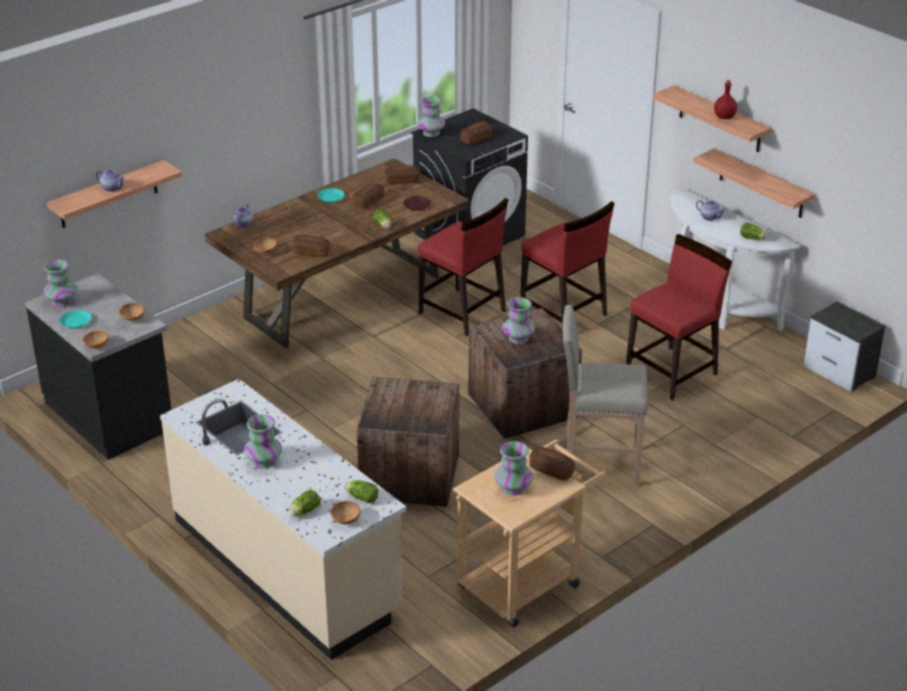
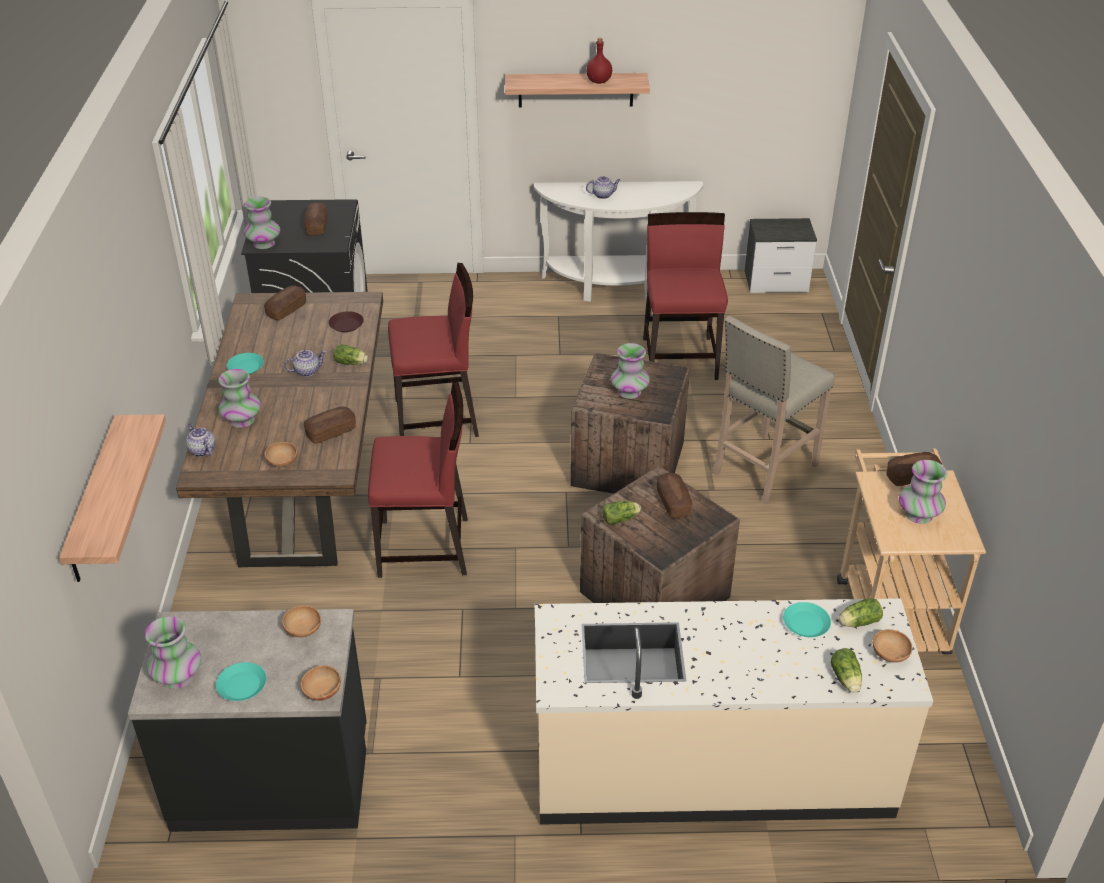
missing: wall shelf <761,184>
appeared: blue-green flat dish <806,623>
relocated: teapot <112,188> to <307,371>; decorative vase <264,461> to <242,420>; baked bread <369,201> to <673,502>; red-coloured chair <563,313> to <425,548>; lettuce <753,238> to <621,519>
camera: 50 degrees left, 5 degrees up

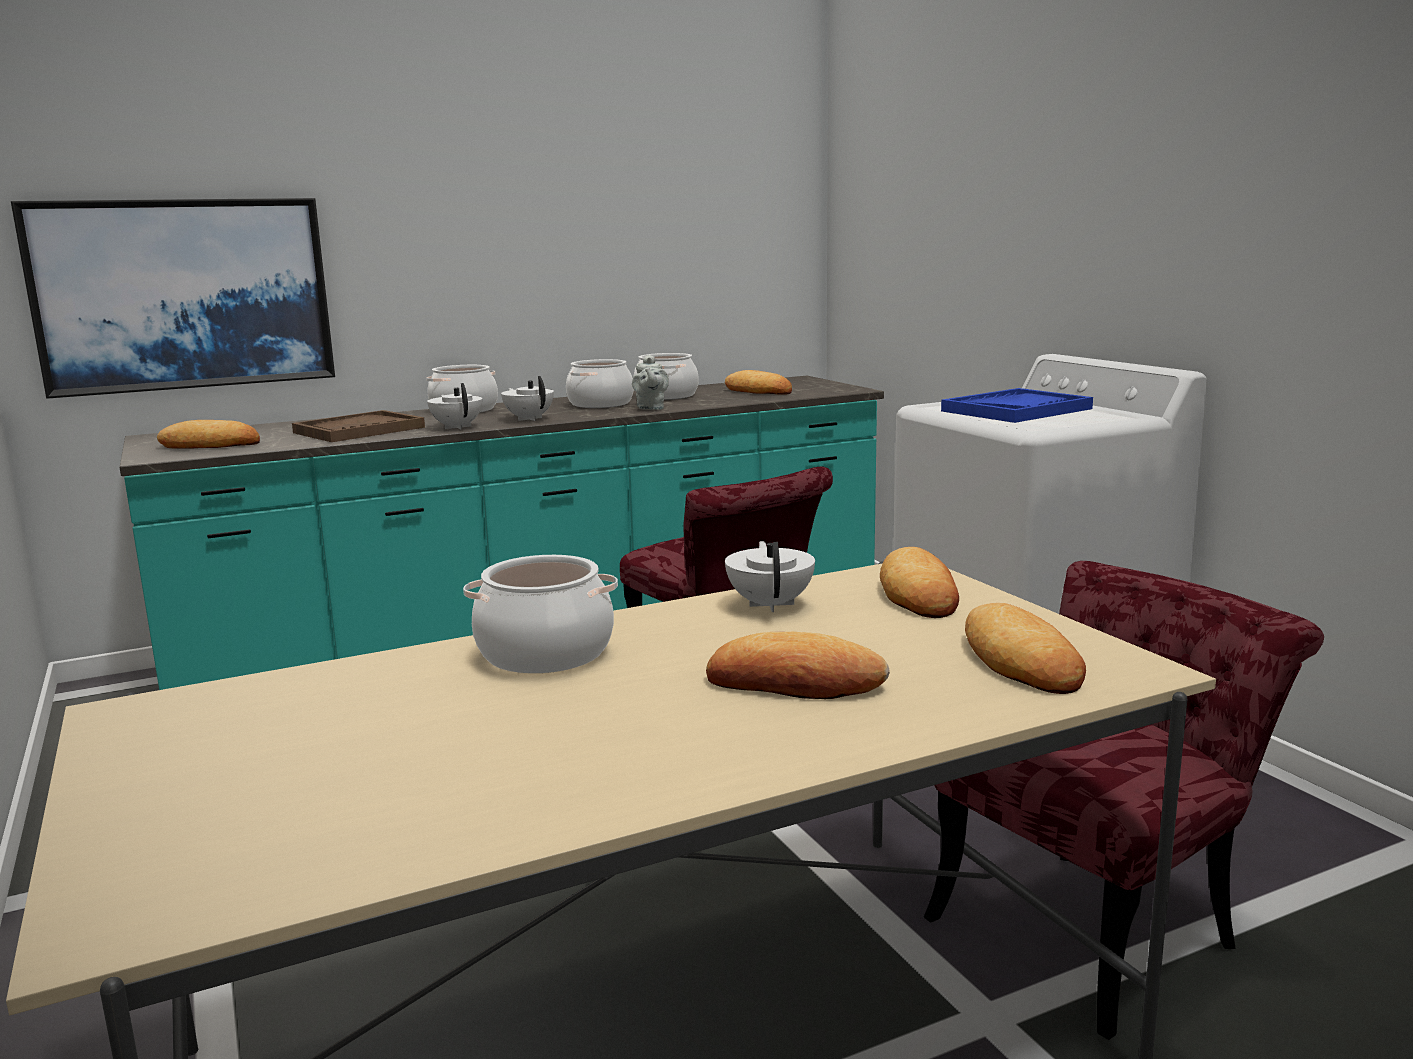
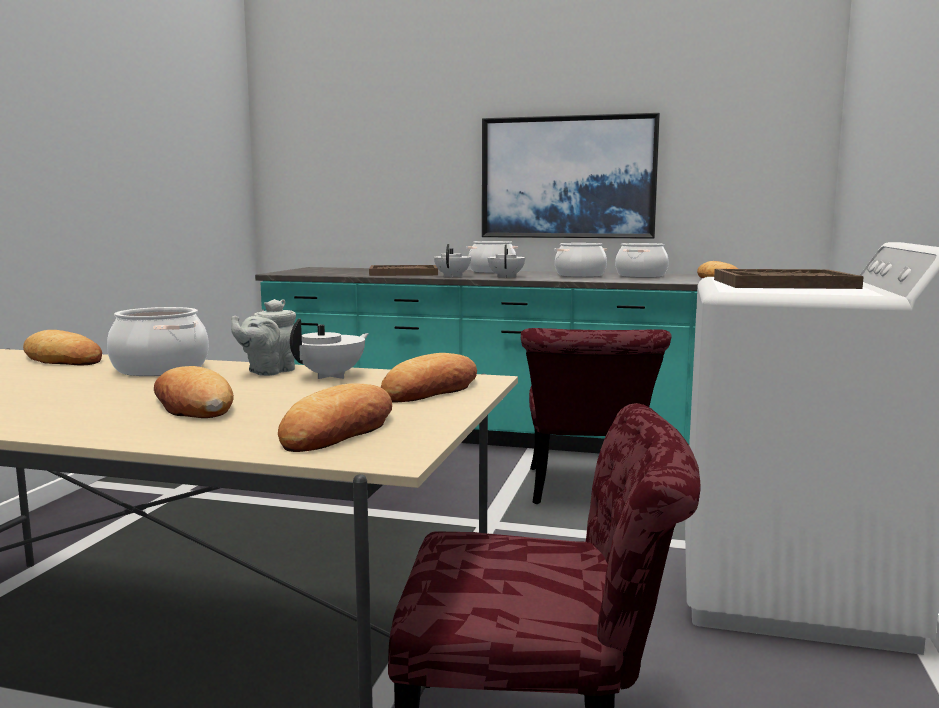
relocated: picture <184,294> to <568,177>; baked bread <210,445> to <62,359>; grey teapot <650,408> to <268,371>
colour: bluish serving tray <1016,410> to brown-coloured serving tray <783,284>
camera: 40 degrees right, 5 degrees down

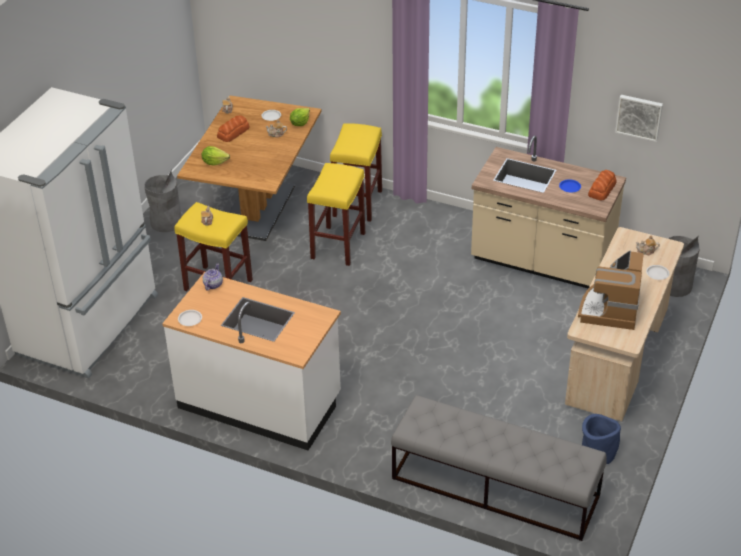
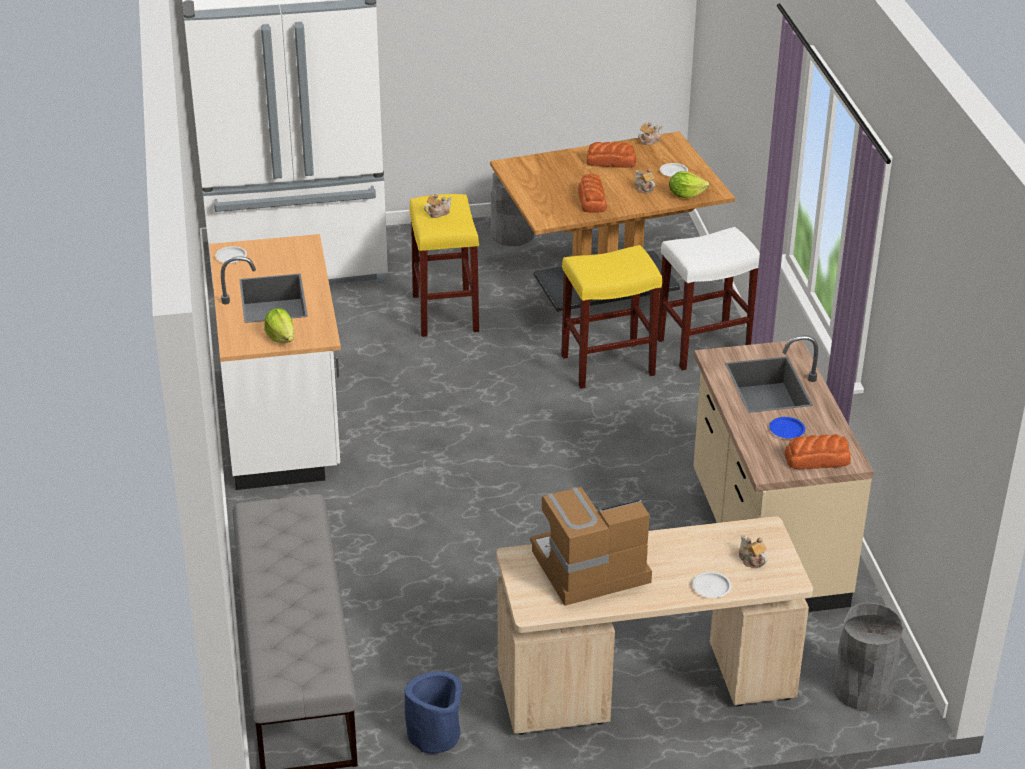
missing: teapot <213,285>; picture <639,116>
appeared: baked bread <592,200>
relocated: lettuce <214,162> to <281,337>
colour: yellowish stool seat <357,204> to white stool seat <703,347>
camera: 55 degrees right, 5 degrees down

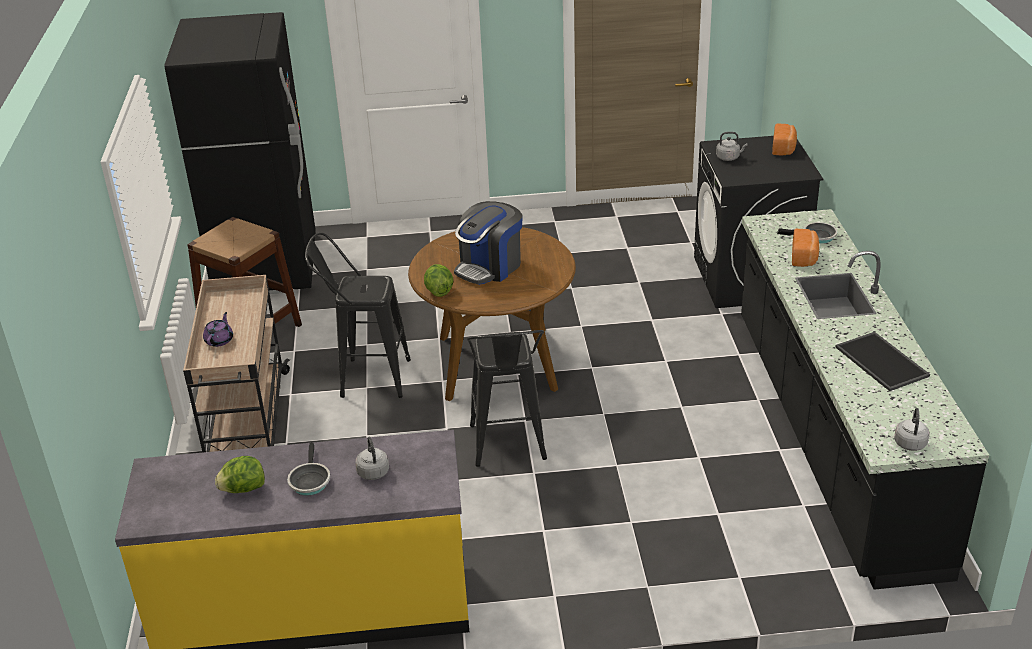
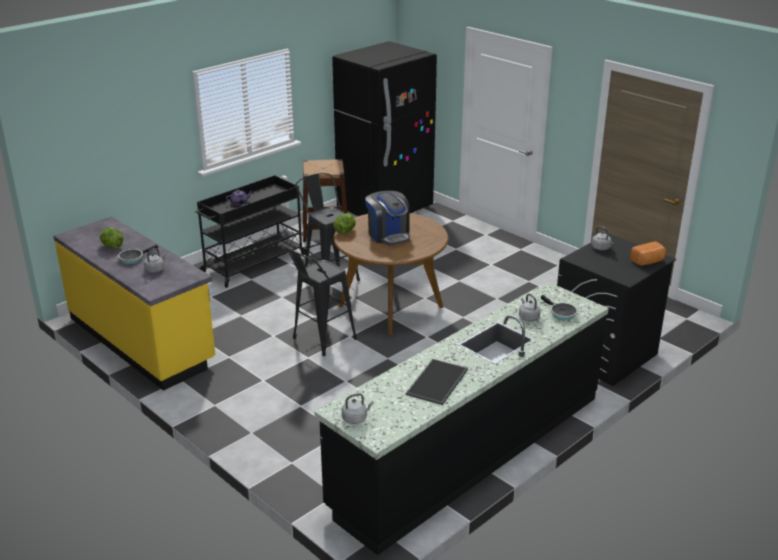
exchanged: baked bread <804,257> to grey kettle <528,317>
colour: sand-coloured trolley <247,424> to blackish trolley <253,264>
spun: coffee brewer <489,267> = <388,235> 120 degrees counterclockwise
camera: 50 degrees right, 5 degrees down

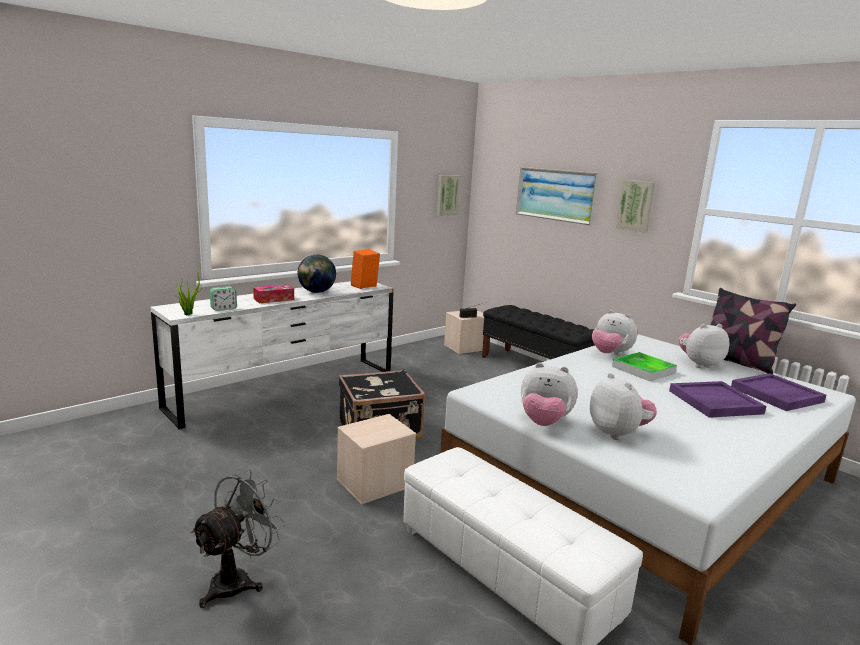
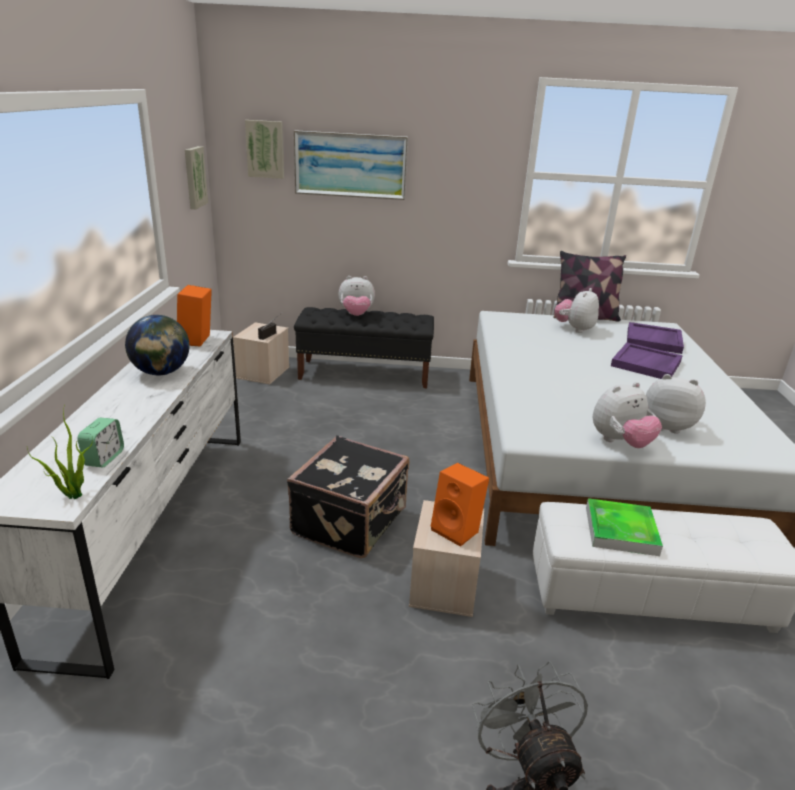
missing: tissue holder <274,299>
appeared: orange loudspeaker <458,530>
relocated: cuddly toy <610,354> to <356,315>; serving tray <643,370> to <621,531>; picture <636,205> to <265,149>
camera: 45 degrees left, 10 degrees up

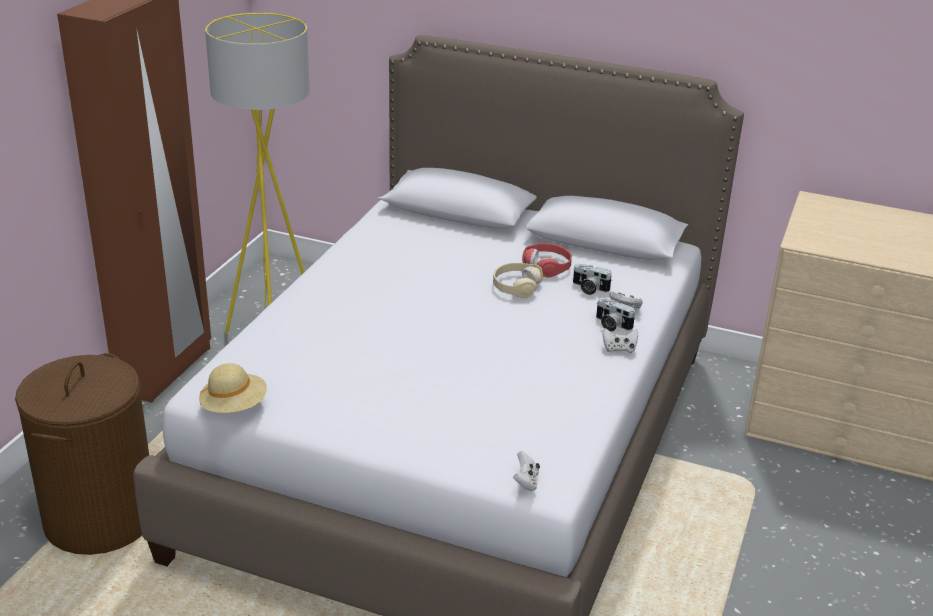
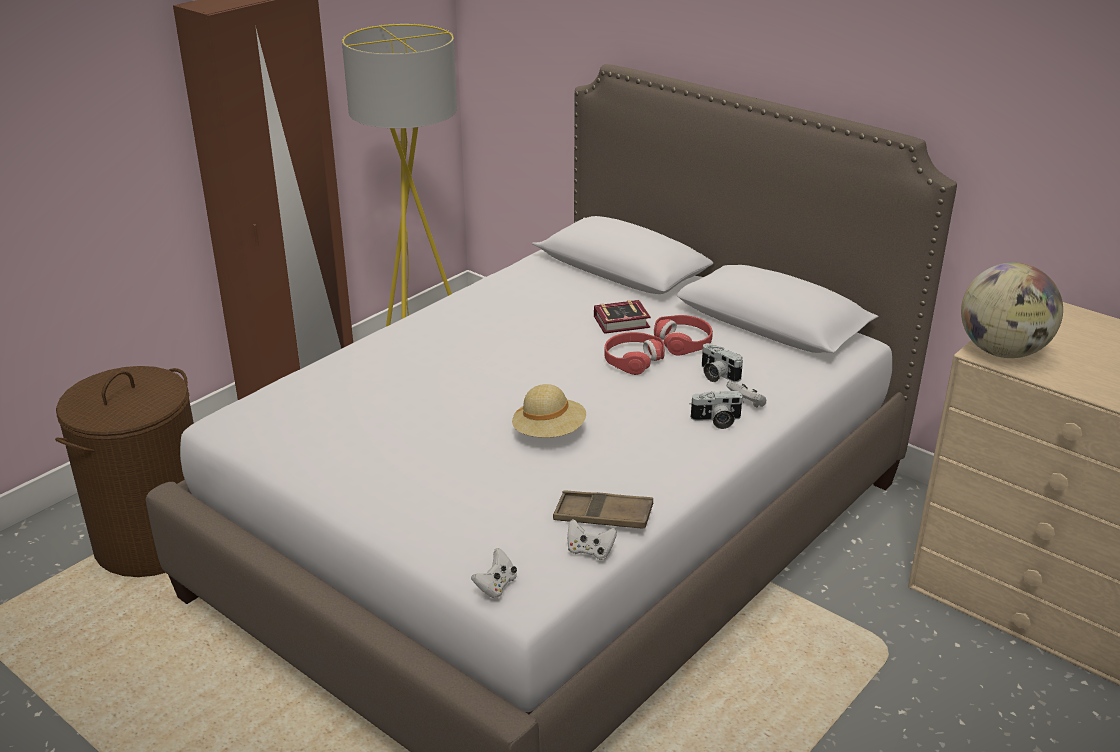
appeared: brown-coloured serving tray <603,516>; bound book <624,322>; desk globe <1002,352>
relocated: sand-coloured clothing hat <234,407> to <549,433>; white game controller <619,349> to <590,551>
colour: sand-coloured pair of headphones <516,286> to red-coloured pair of headphones <632,360>
spun: photo camera <611,325> = <716,421> 60 degrees counterclockwise
camera: 20 degrees right, 0 degrees up

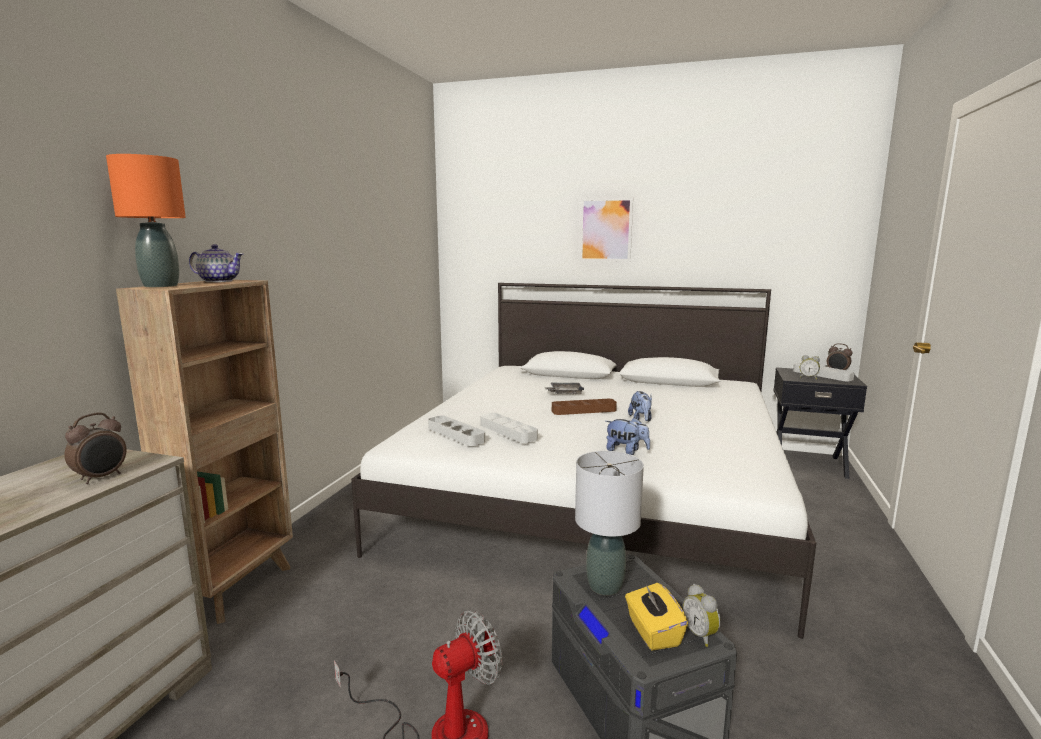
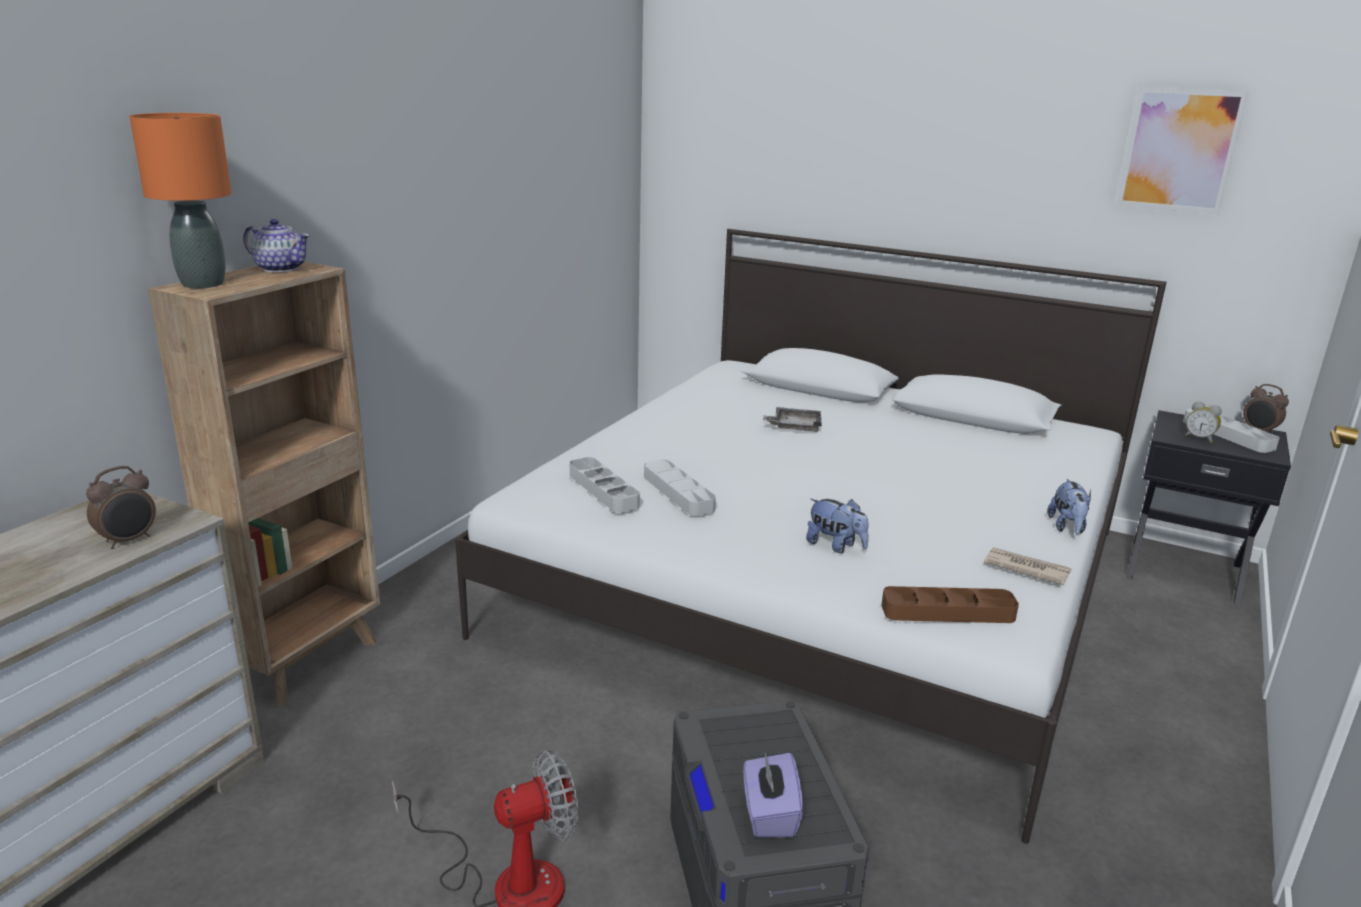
missing: grey tabletop lamp <604,586>; bedside clock <701,635>
appeared: newspaper <1025,568>
relocated: brown-coloured serving tray <584,410> to <948,612>; picture <605,230> to <1179,150>; cuddly toy <641,419> to <1067,527>
colour: yellowish tissue holder <653,632> to purplish tissue holder <769,814>
camera: 10 degrees right, 10 degrees up

